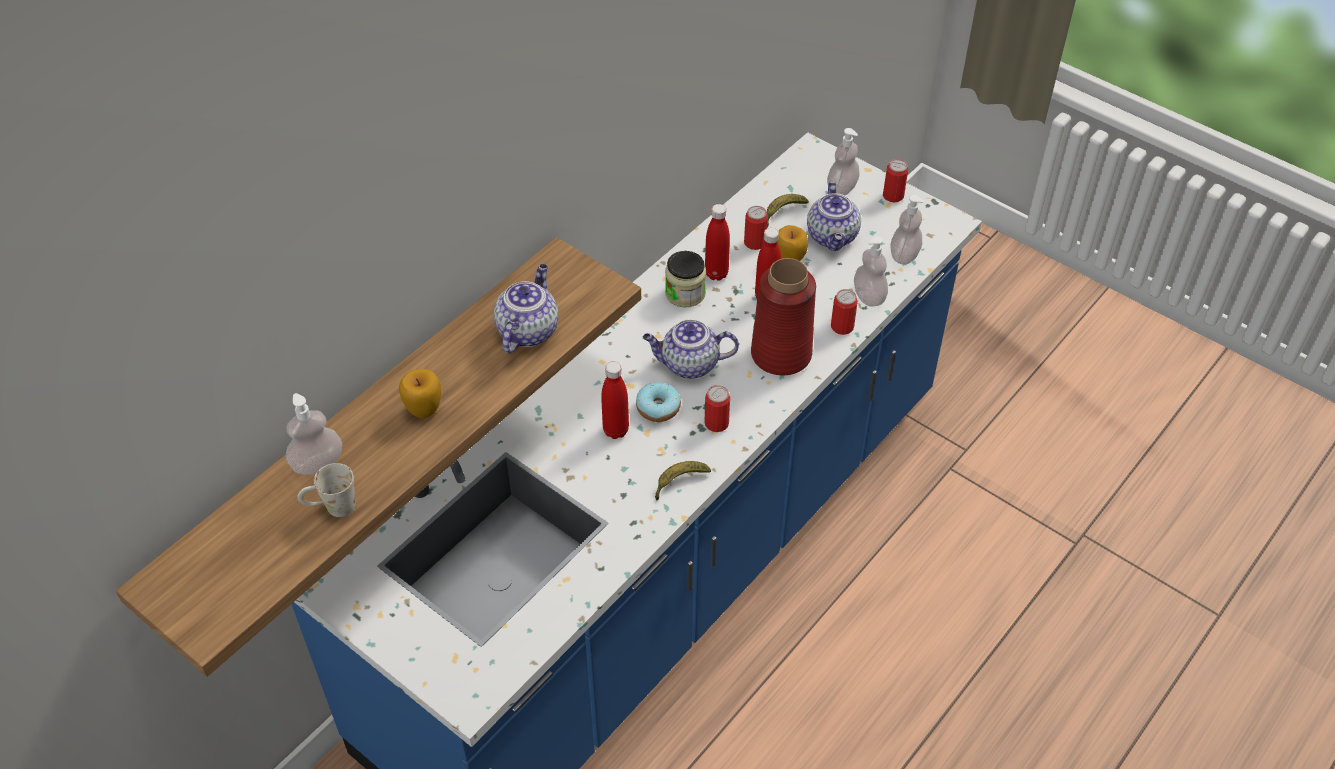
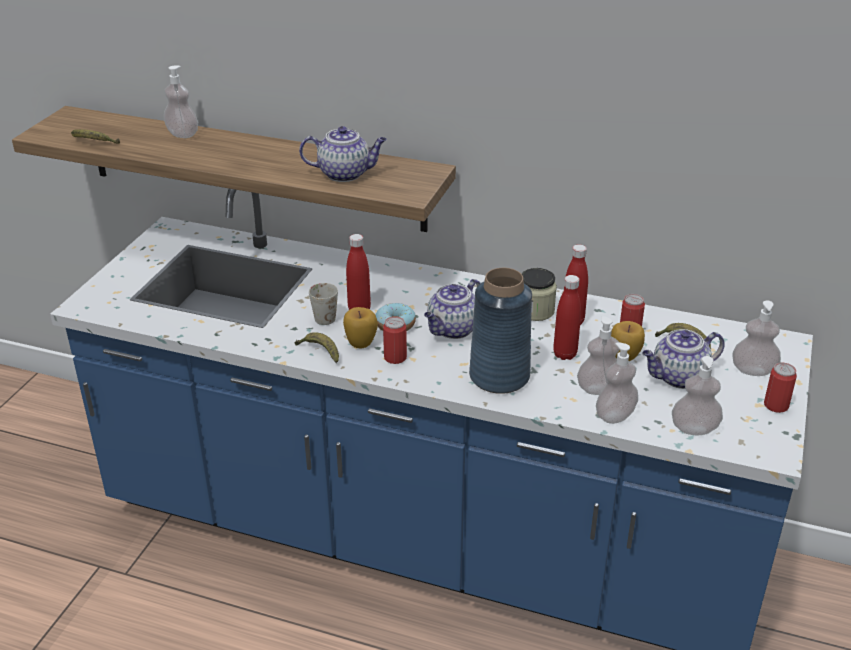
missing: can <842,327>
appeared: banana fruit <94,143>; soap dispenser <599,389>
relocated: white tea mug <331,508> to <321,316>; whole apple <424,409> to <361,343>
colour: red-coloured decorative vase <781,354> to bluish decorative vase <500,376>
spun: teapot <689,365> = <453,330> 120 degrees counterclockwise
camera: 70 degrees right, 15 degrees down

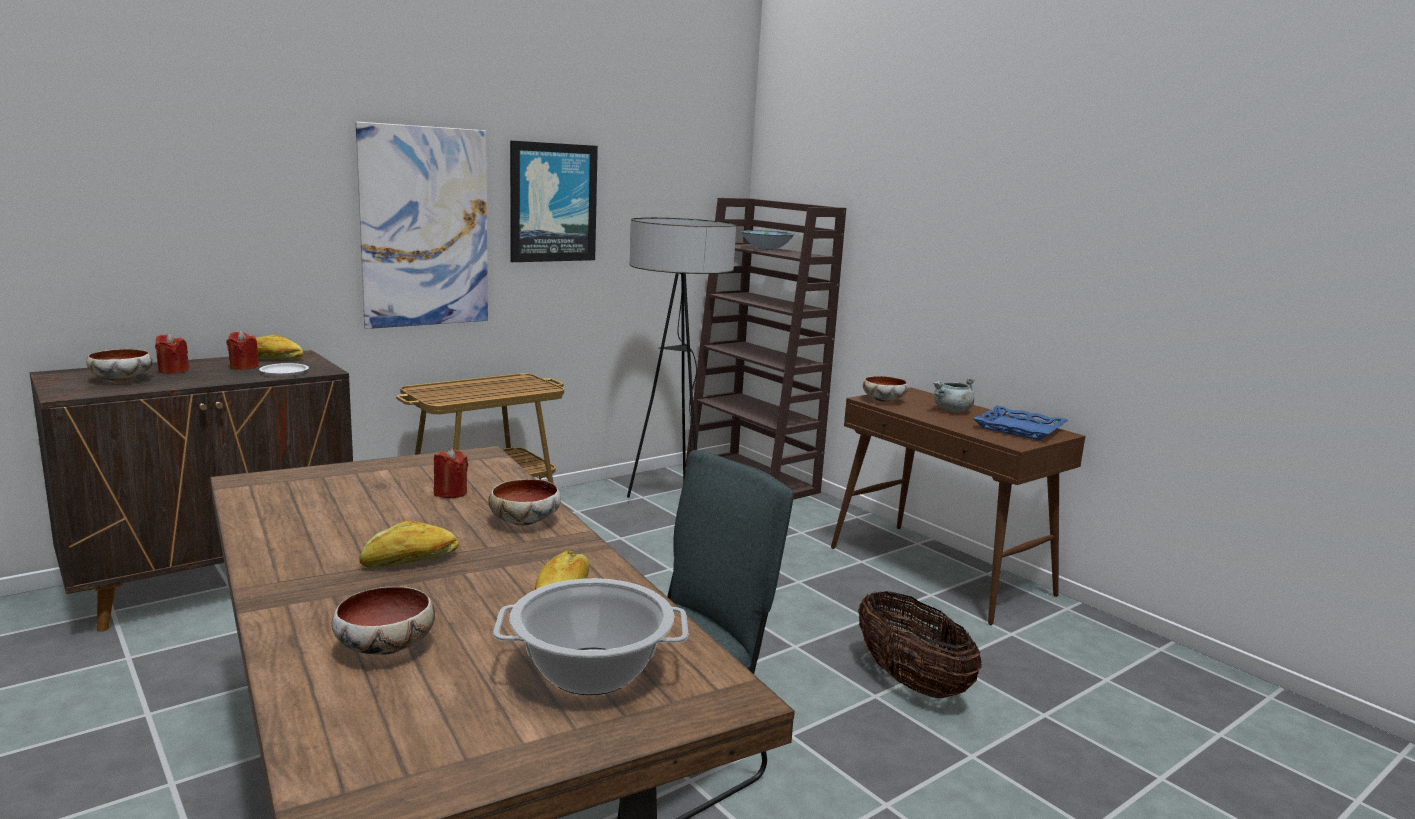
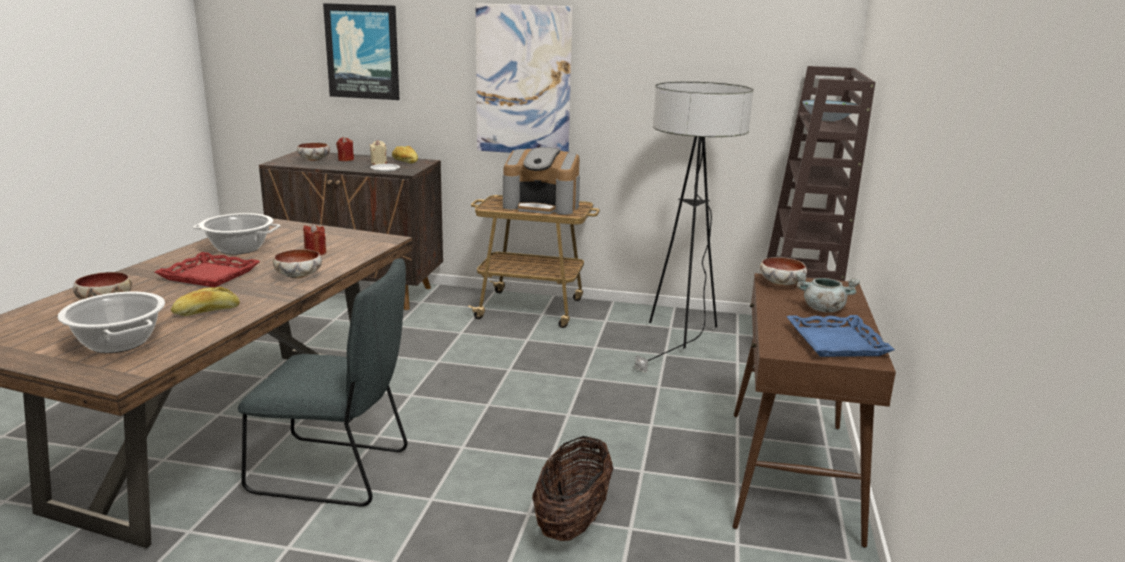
appeared: cooking pot <240,248>; coffee brewer <542,206>
relocated: picture <552,202> to <362,52>
exchanged: baked bread <410,561> to red-coloured serving tray <210,275>
colour: red-coloured wax candle <244,367> to sand-coloured wax candle <378,163>
camera: 50 degrees right, 5 degrees up

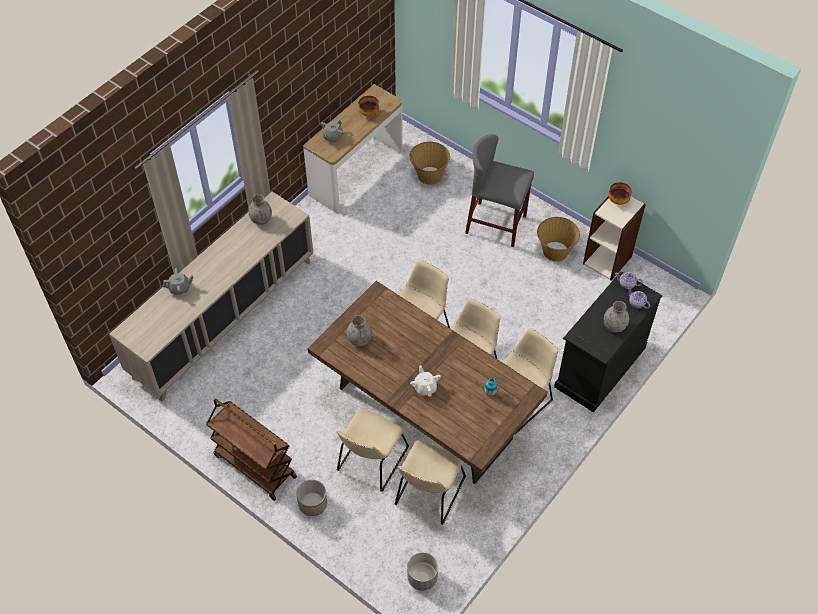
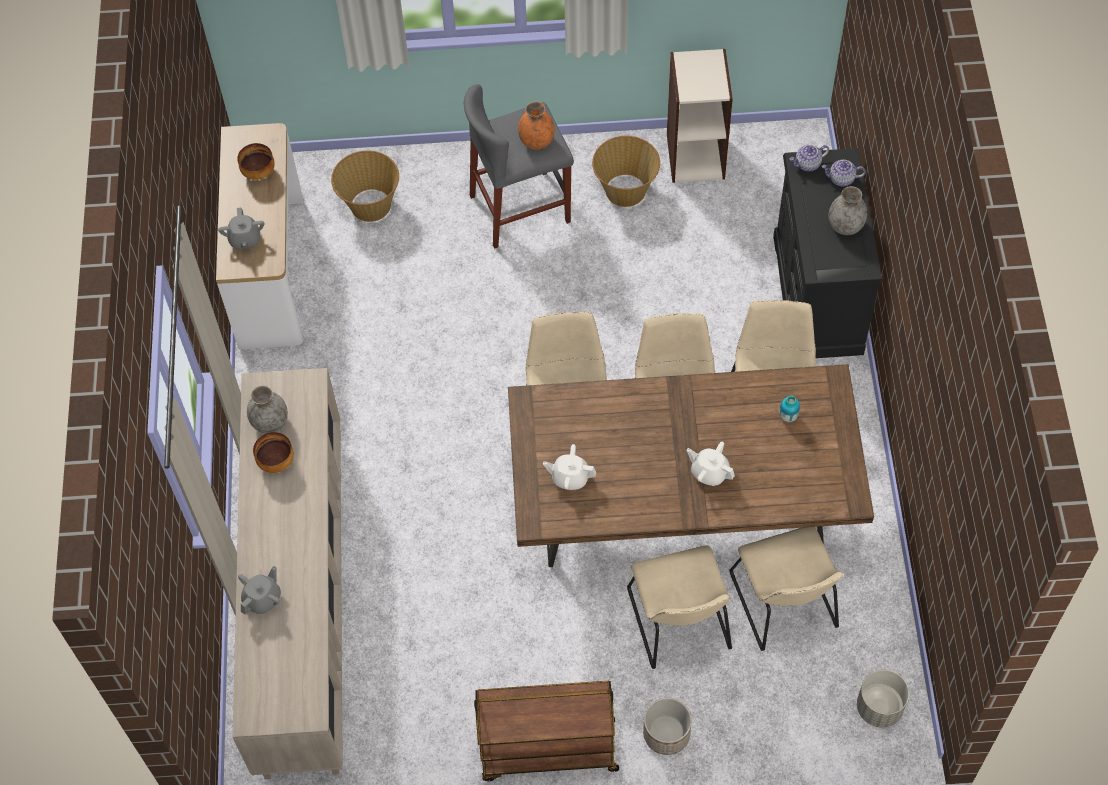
appeared: orange decorative vase <536,141>
relocated: serving bowl <618,201> to <277,462>
exchanged: grey decorative vase <360,340> to white teapot <570,477>
camera: 40 degrees left, 5 degrees up

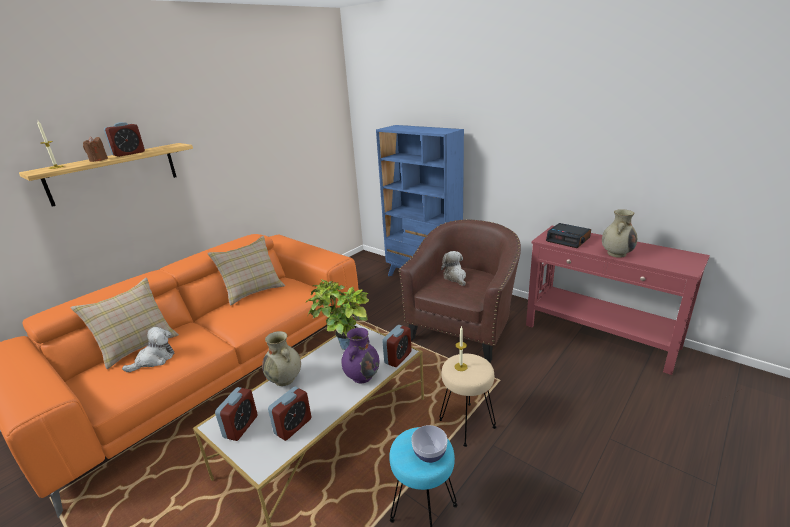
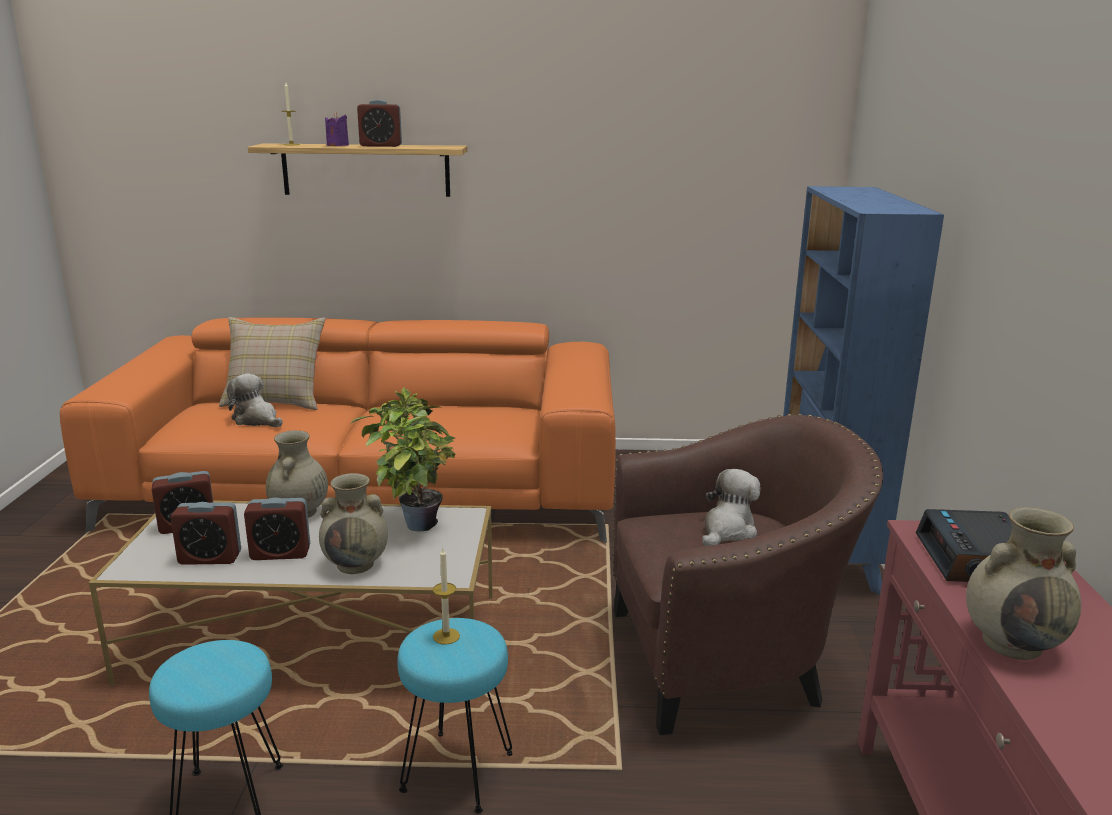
missing: sand-coloured cushion <252,290>; serving bowl <429,454>
relocated: bedside clock <398,358> to <280,553>
colour: brown-coloured wax candle <98,160> to purplish wax candle <337,145>; purplish decorative vase <362,376> to sand-coloured decorative vase <356,564>; sand-coloured stool seat <466,424> to blue-green stool seat <456,771>
spun: cuddly toy <154,359> = <257,420> 150 degrees counterclockwise
camera: 50 degrees right, 5 degrees down

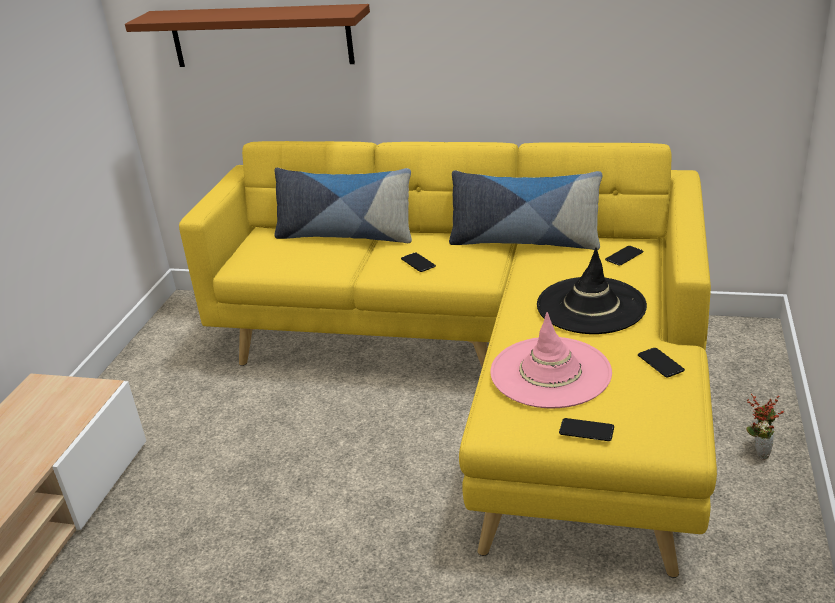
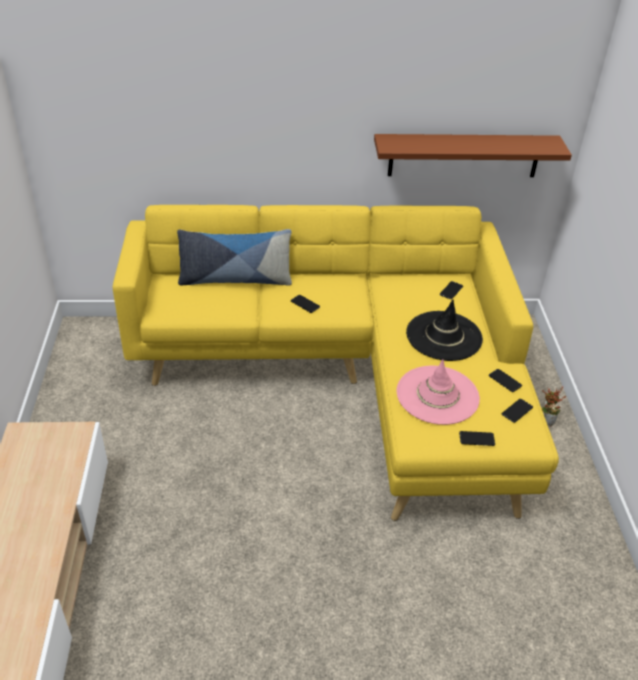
missing: cushion <524,241>
appeared: handset <517,411>
relocated: brown-coloured wall shelf <260,36> to <464,155>
camera: 20 degrees left, 10 degrees up

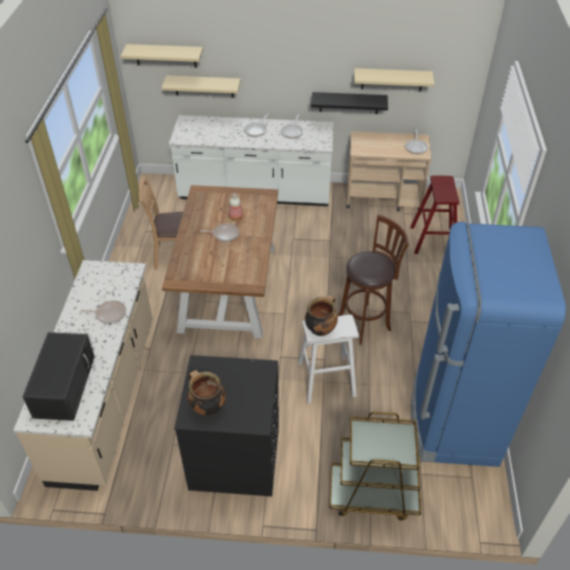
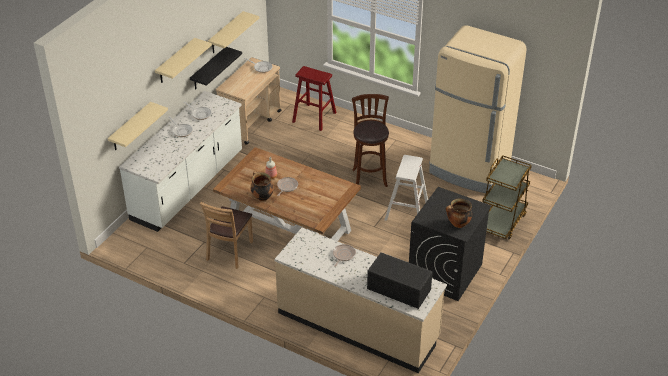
relocated: sand-coloured wall shelf <165,55> to <175,61>; cooking pot <320,329> to <262,197>
colour: bluish kitchen fridge <453,420> to sand-coloured kitchen fridge <469,170>
camera: 65 degrees left, 5 degrees down

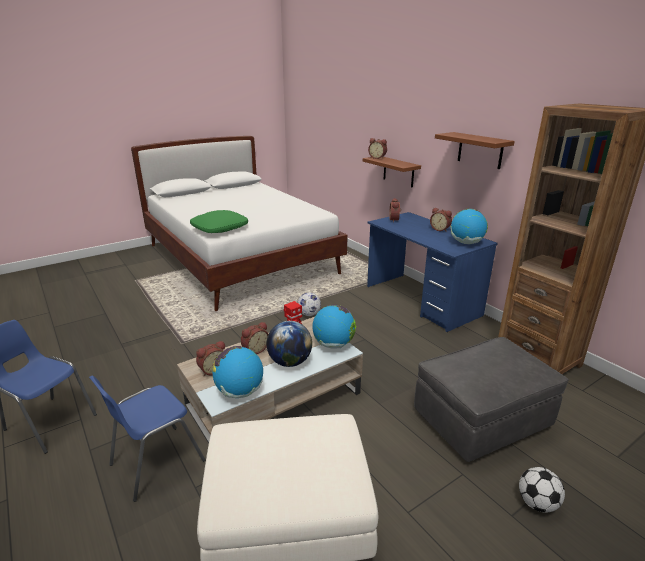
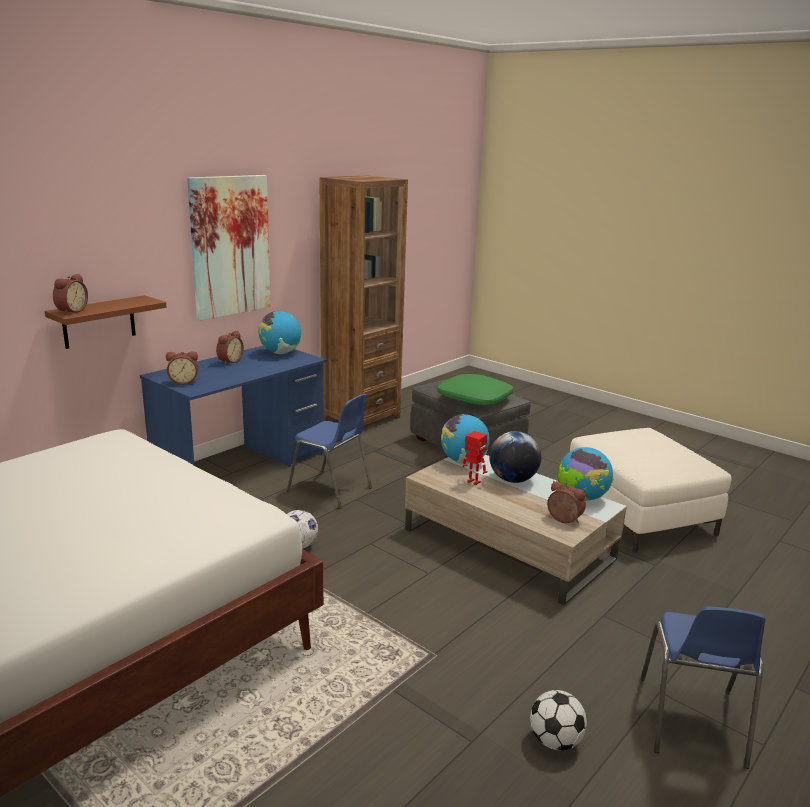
missing: bedside clock <255,349>
relocated: bluish chair <156,462> to <331,489>; green cushion <219,228> to <474,398>; ball for football <537,503> to <555,741>
exchanged: brown-coloured wall shelf <480,150> to picture <230,246>
camera: 105 degrees left, 5 degrees down

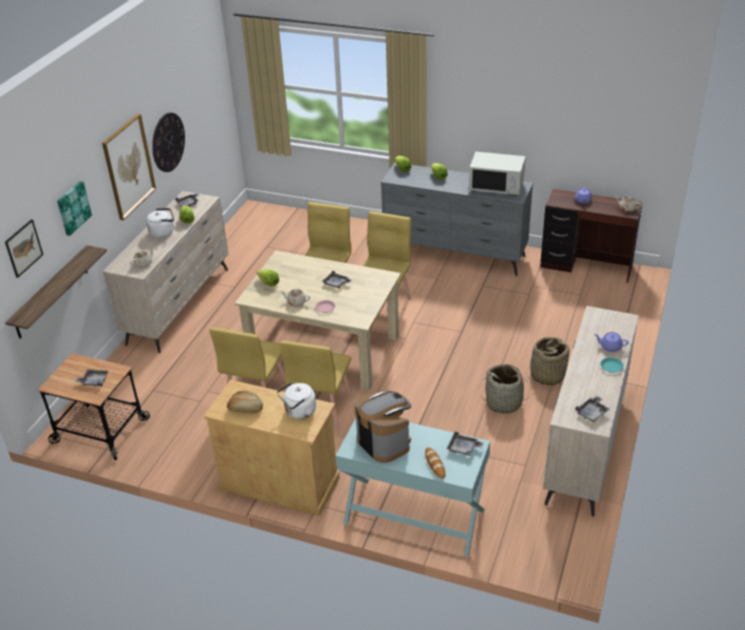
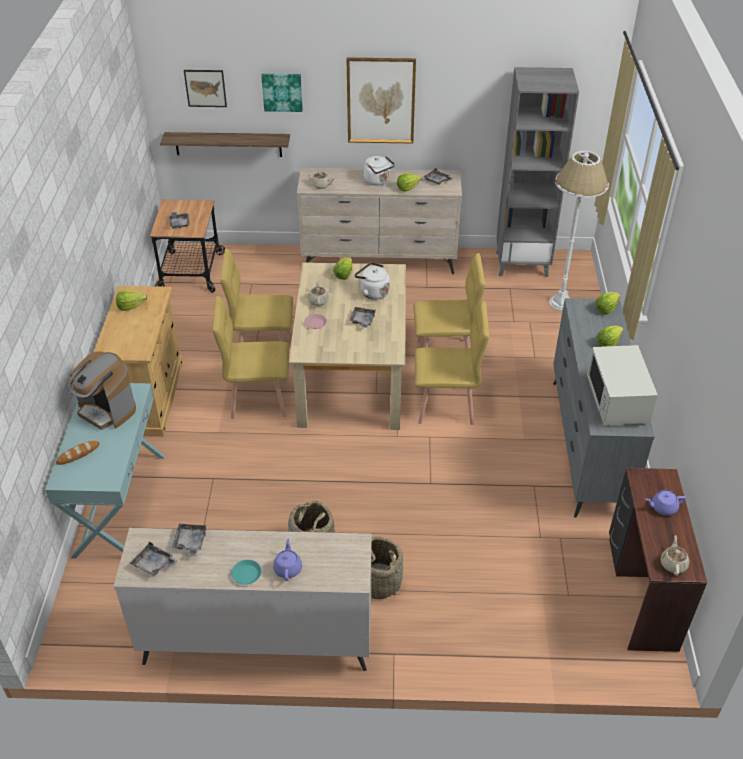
missing: wall clock <168,142>
appeared: grey bookshelf <522,264>; white floor lamp <561,303>
relocated: white kettle <299,412> to <372,292>; grey serving tray <463,448> to <190,542>
exchanged: baked bread <245,409> to lettuce <131,306>
spun: coffee brewer <384,442> = <106,410> 90 degrees clockwise
camera: 70 degrees right, 5 degrees up

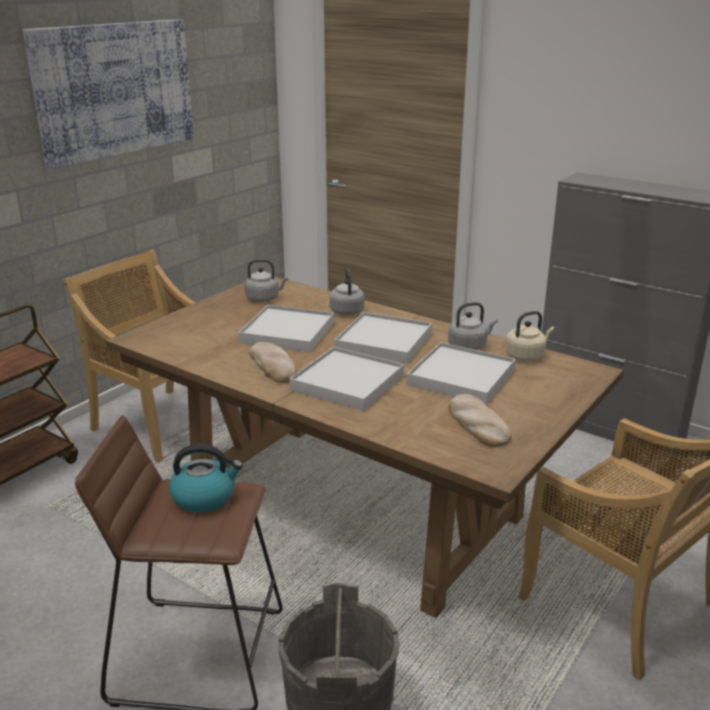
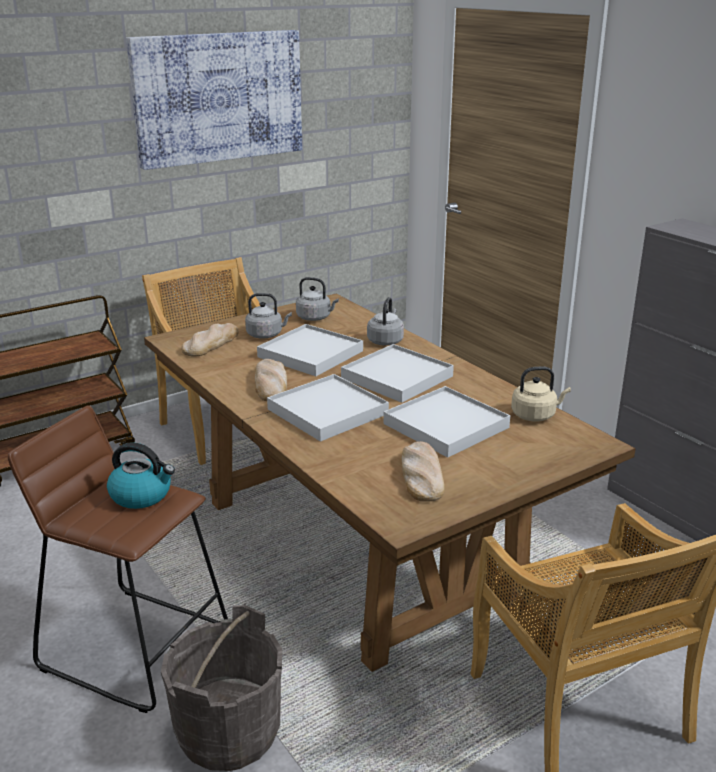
appeared: baked bread <211,343>
relocated: grey kettle <469,346> to <266,335>
camera: 20 degrees right, 0 degrees up

